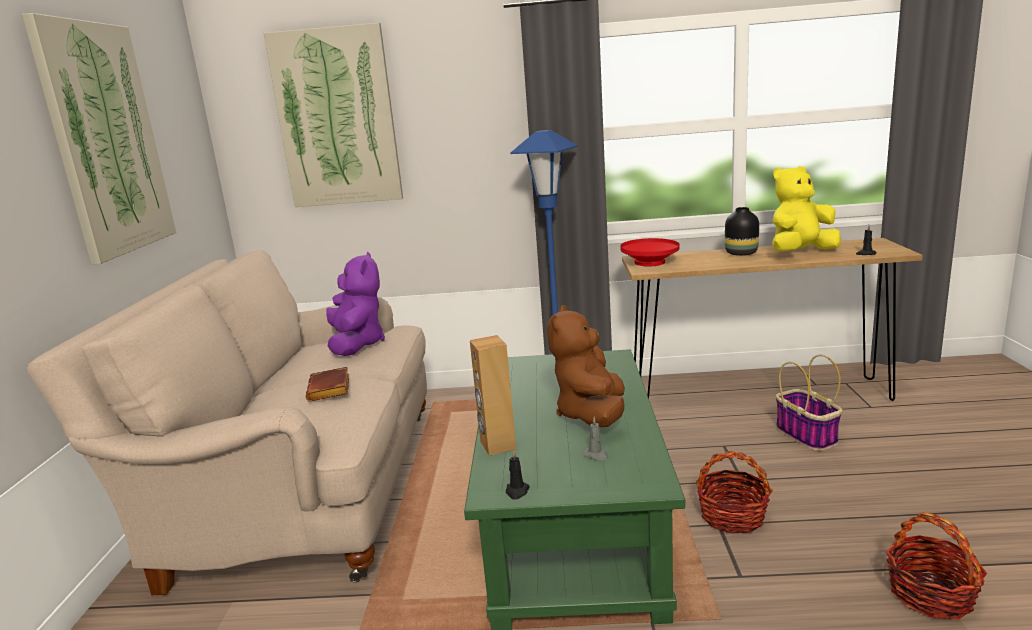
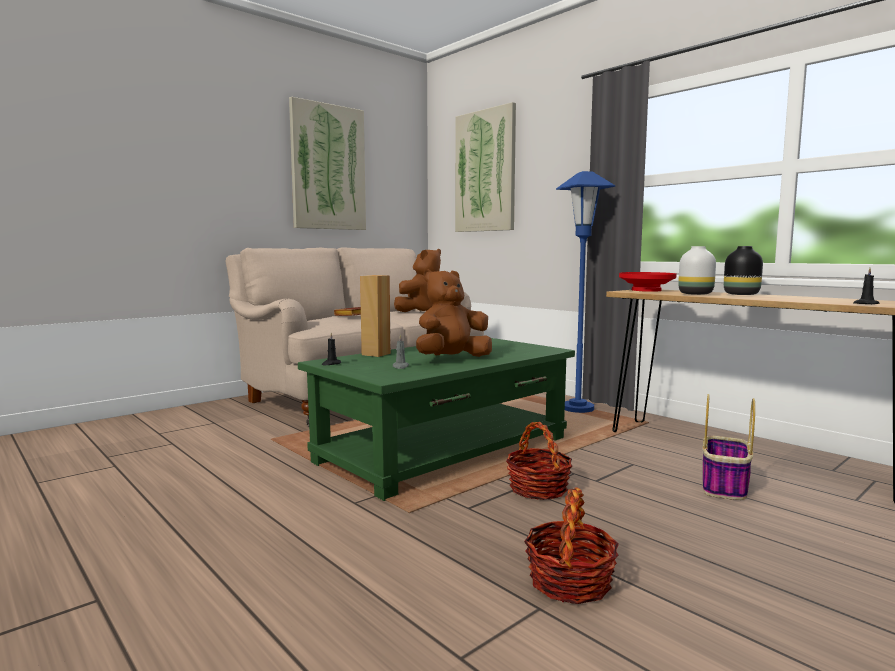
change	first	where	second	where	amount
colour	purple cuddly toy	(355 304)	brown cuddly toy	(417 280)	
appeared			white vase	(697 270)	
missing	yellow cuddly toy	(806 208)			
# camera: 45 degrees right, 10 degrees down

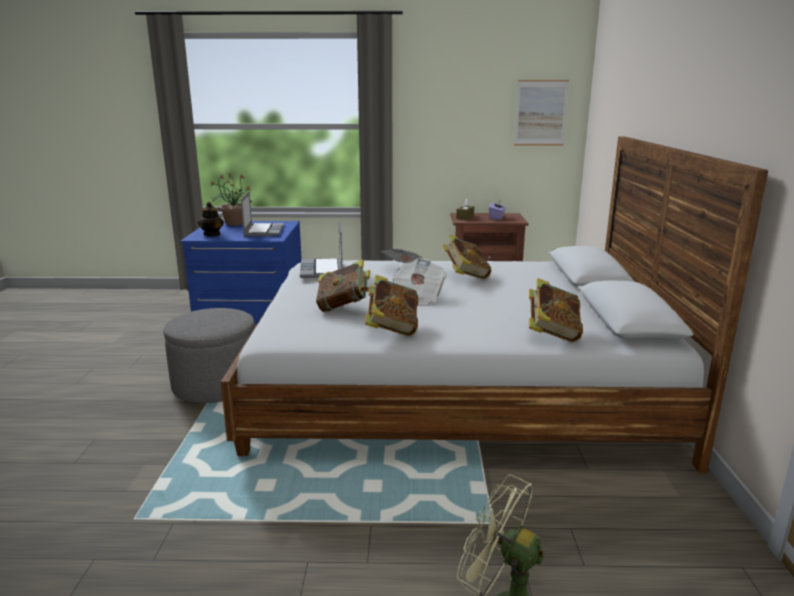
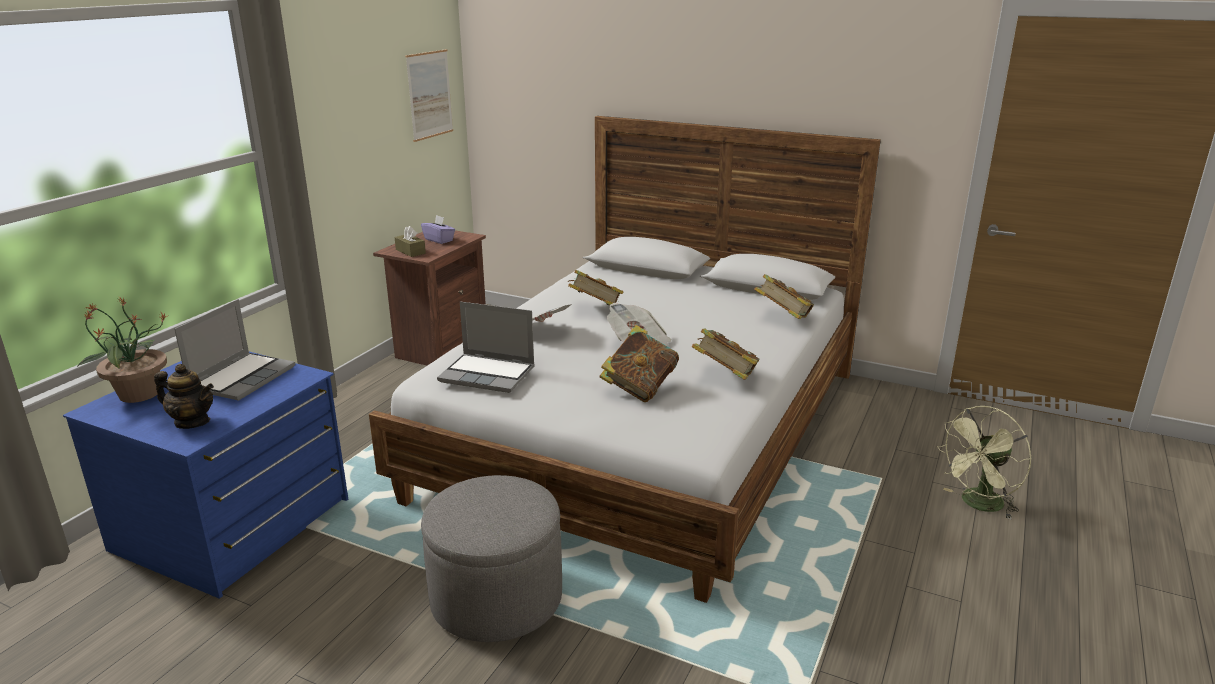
change	first	where	second	where	amount
spun	notebook computer	(262 213)		(234 350)	90 degrees clockwise
# camera: 65 degrees left, 5 degrees up

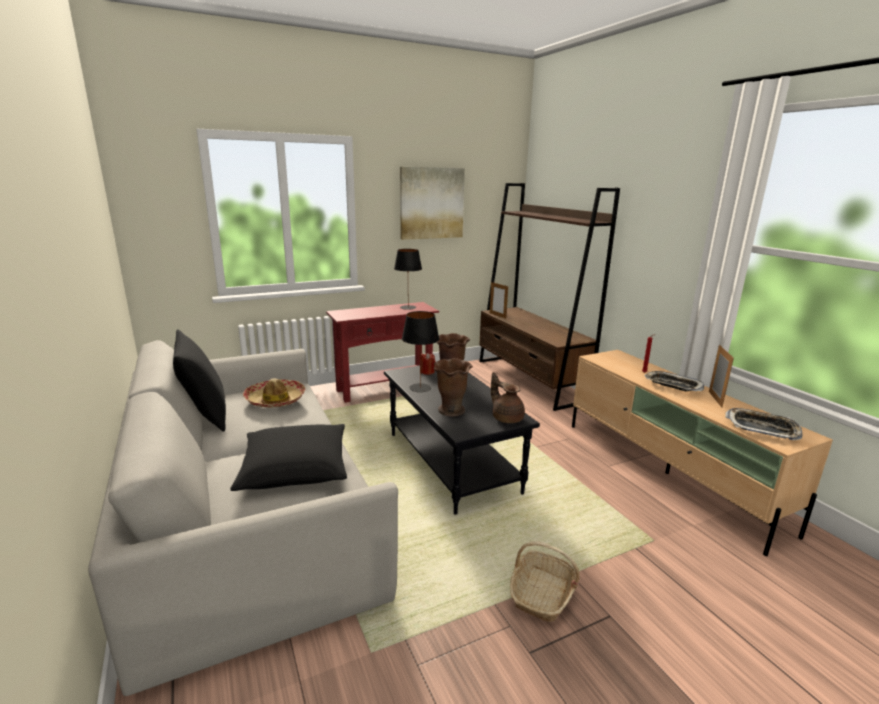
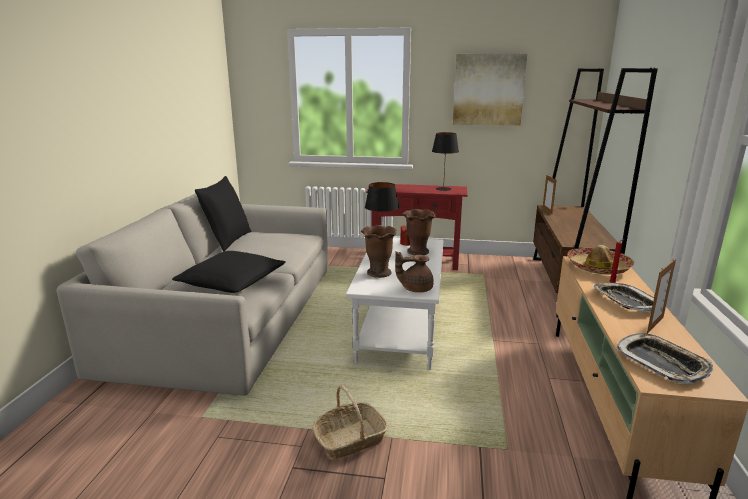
change	first	where	second	where	amount
colour	black low table	(462 440)	white low table	(394 303)	
spun	brown teapot	(508 397)		(414 271)	90 degrees counterclockwise
relocated	hat	(274 392)		(600 260)	
# camera: 35 degrees right, 0 degrees up

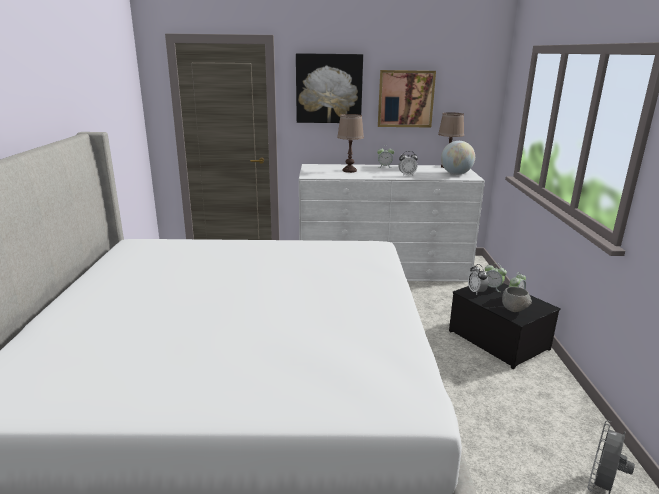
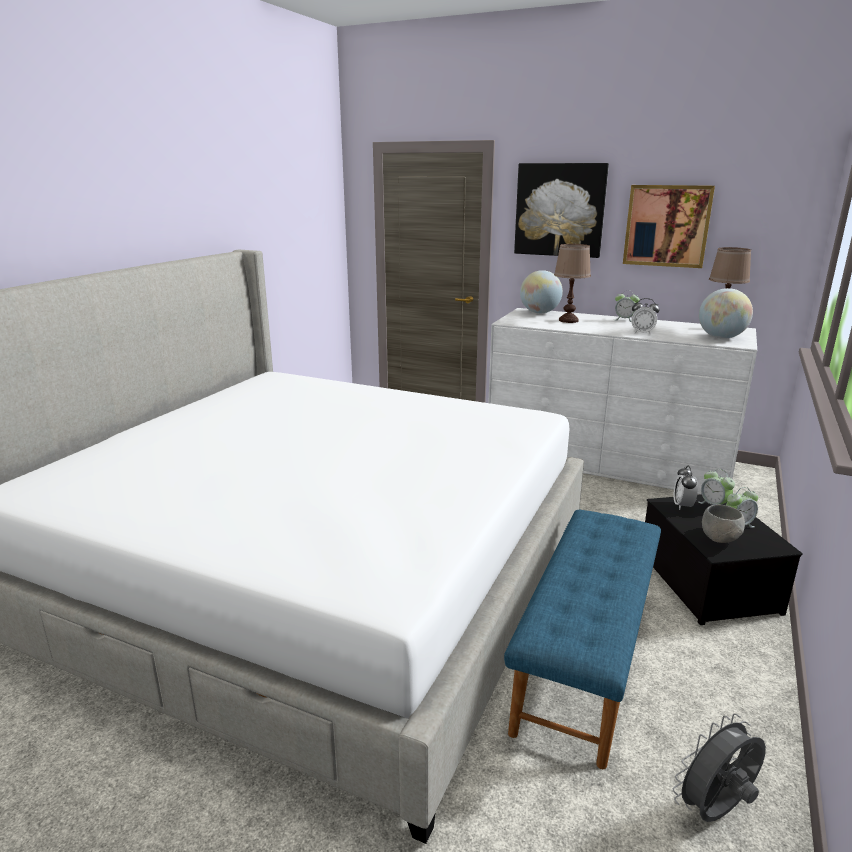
change	first	where	second	where	amount
appeared			blue long seat	(582 639)	
appeared			world globe	(541 291)	
# camera: 25 degrees right, 0 degrees up

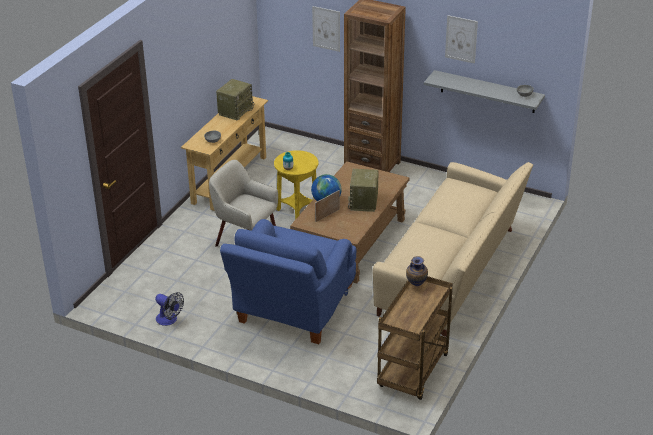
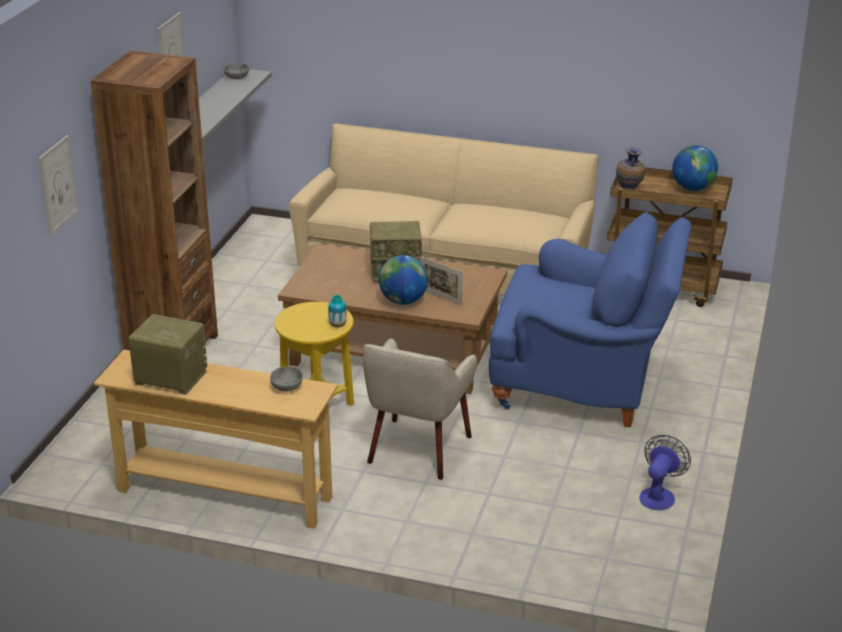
change	first	where	second	where	amount
appeared			world globe	(695 168)	
# camera: 100 degrees left, 5 degrees down

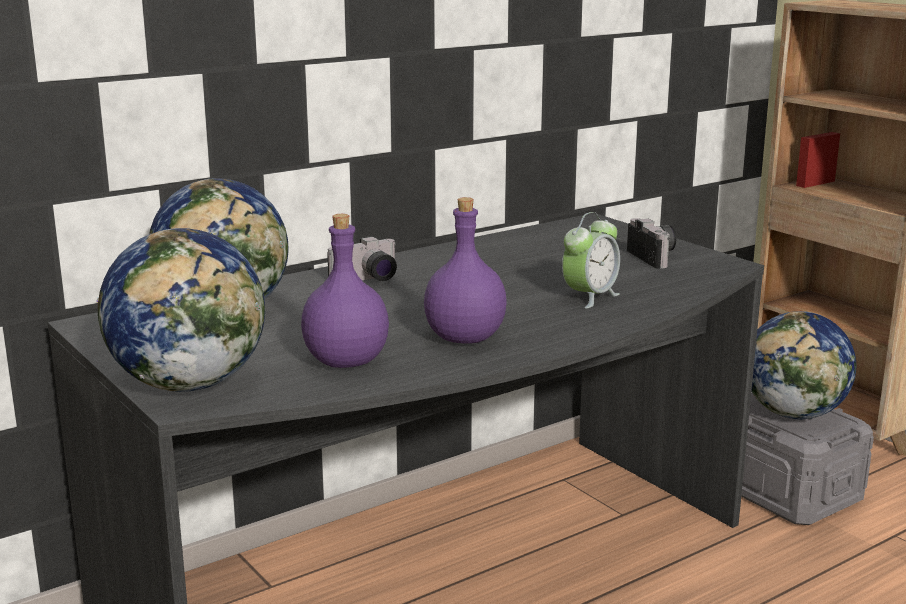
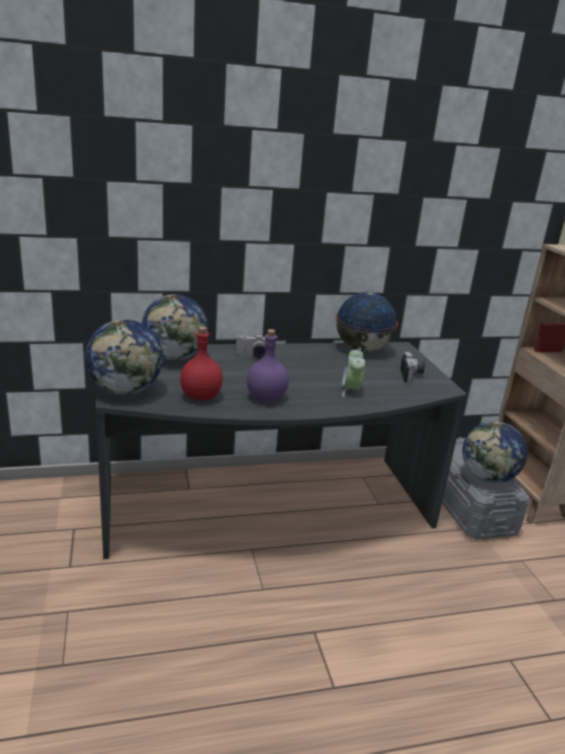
change	first	where	second	where	amount
colour	purple beverage bottle	(345 291)	red beverage bottle	(201 363)	
appeared			world globe	(366 322)	
spun	table clock	(591 260)		(353 372)	120 degrees clockwise
# camera: 20 degrees right, 5 degrees up

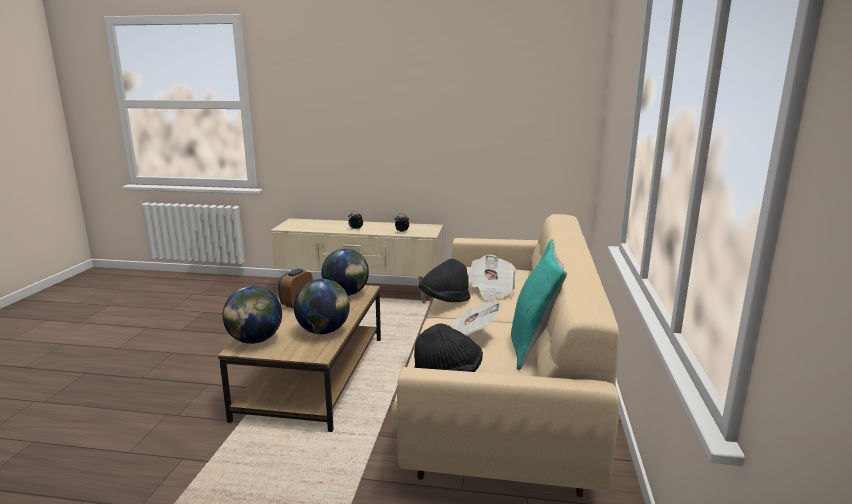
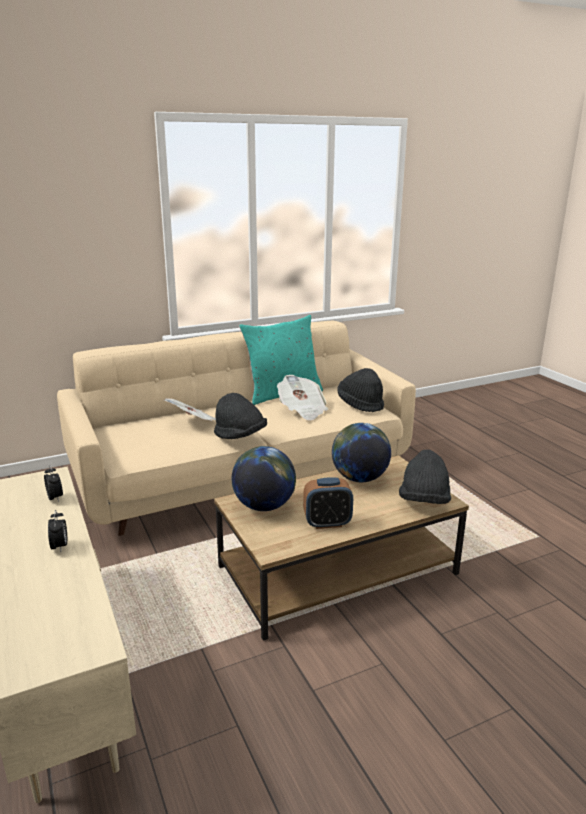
change	first	where	second	where	amount
exchanged	world globe	(252 315)	black hat	(425 476)	
# camera: 125 degrees left, 5 degrees up

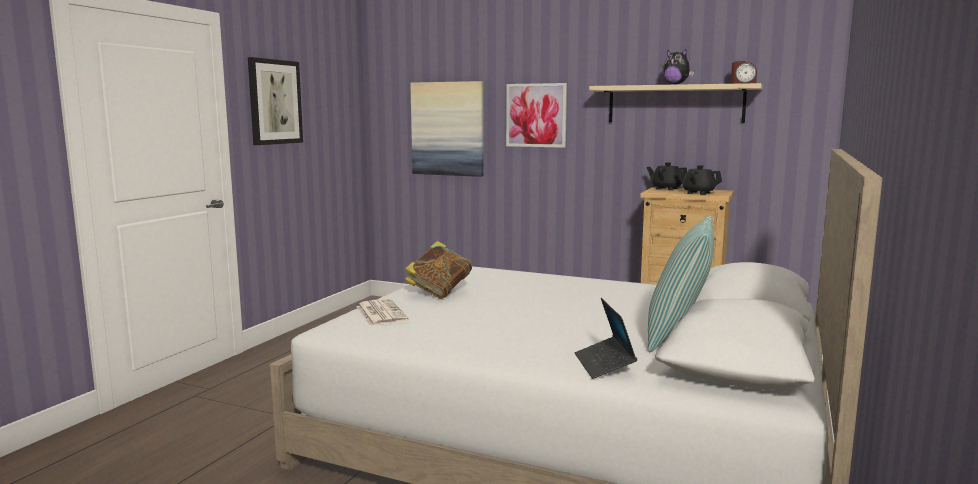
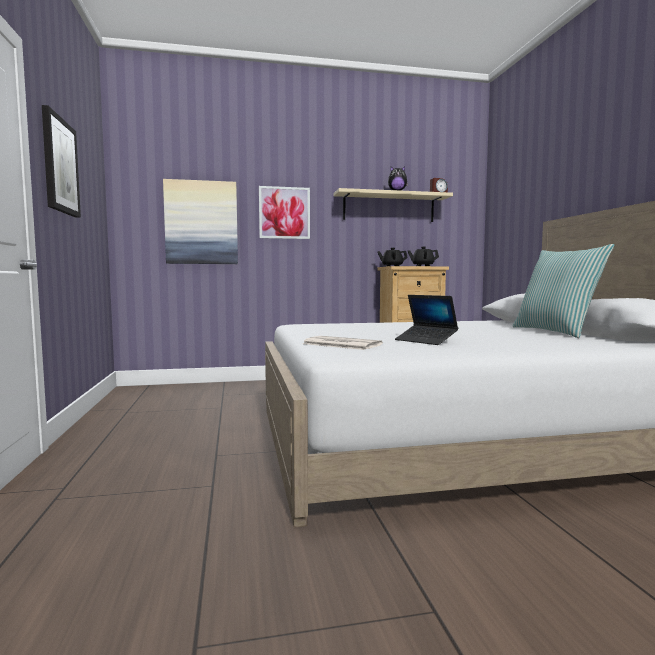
change	first	where	second	where	amount
relocated	notebook computer	(606 338)		(426 320)	
missing	volume	(438 270)			
# camera: 35 degrees left, 5 degrees down

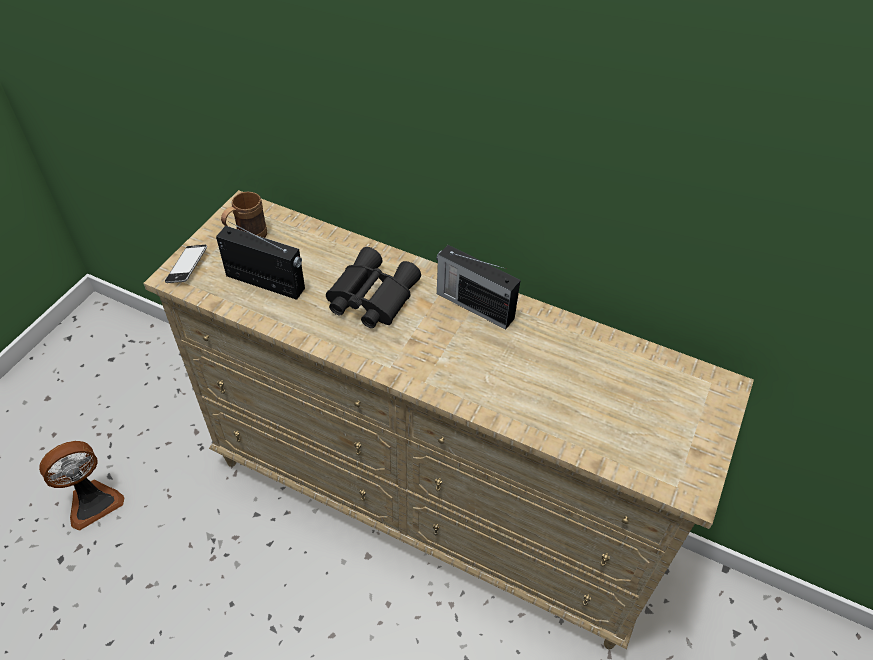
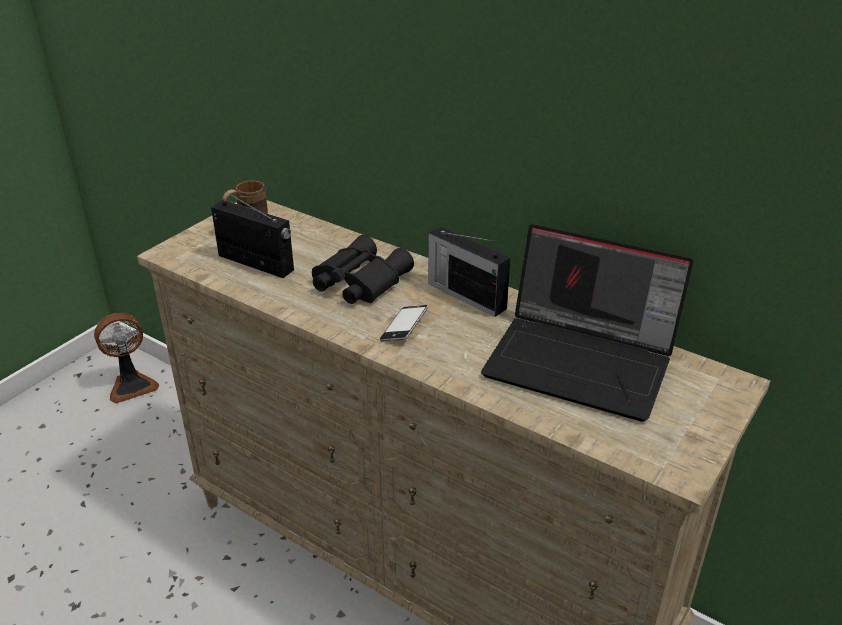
change	first	where	second	where	amount
relocated	electric fan	(81 486)		(126 358)	
relocated	phone	(186 264)		(404 323)	
appeared			notebook computer	(587 323)	
# camera: 10 degrees right, 15 degrees down

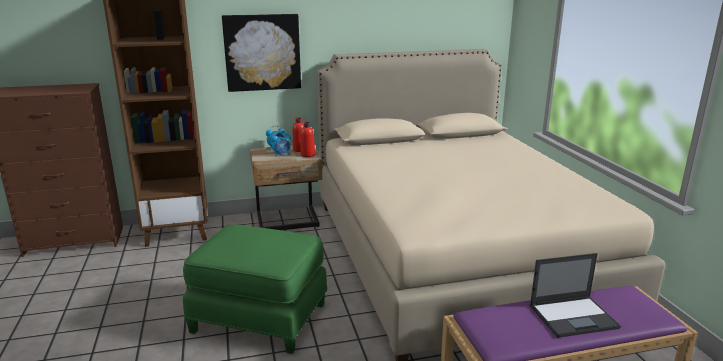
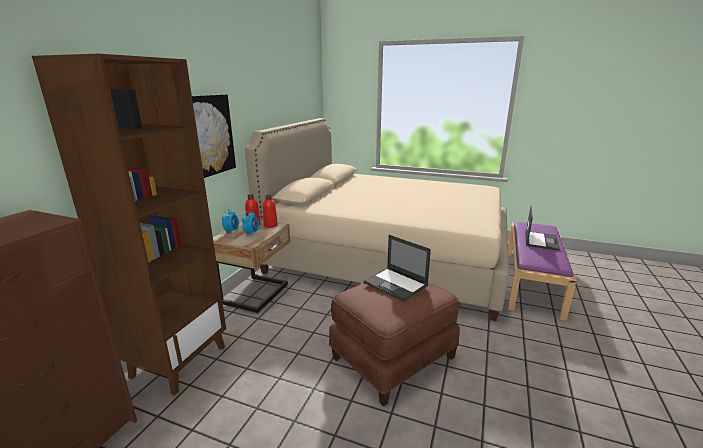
change	first	where	second	where	amount
colour	greenish pouffe	(255 289)	brown pouffe	(394 343)	
appeared			notebook computer	(397 268)	
# camera: 55 degrees left, 0 degrees up

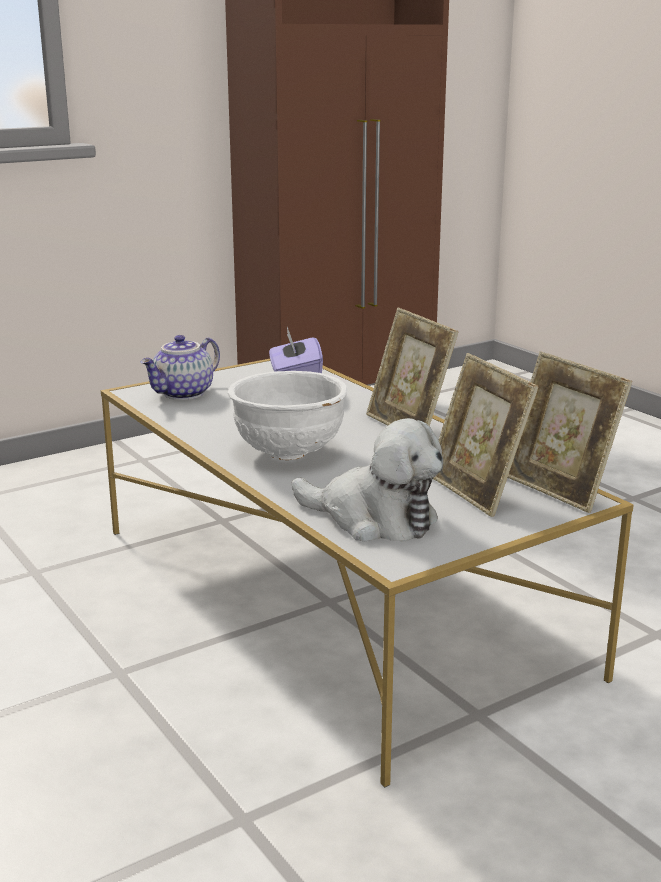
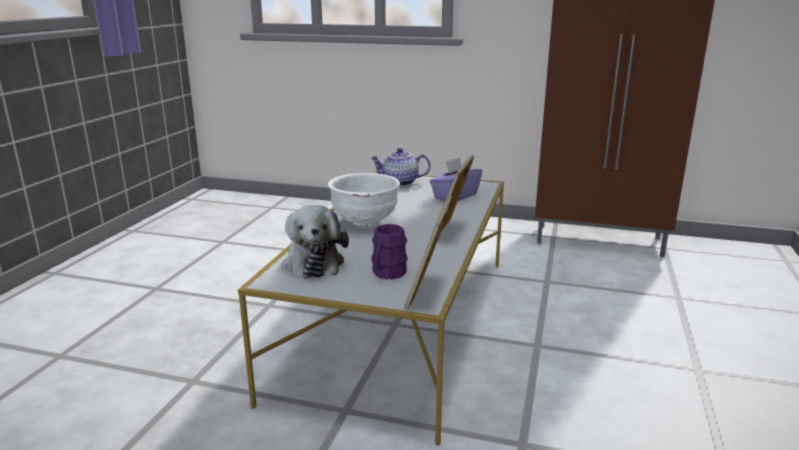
change	first	where	second	where	amount
exchanged	standing frame	(486 435)	purple mug	(389 252)	
# camera: 50 degrees right, 0 degrees up

